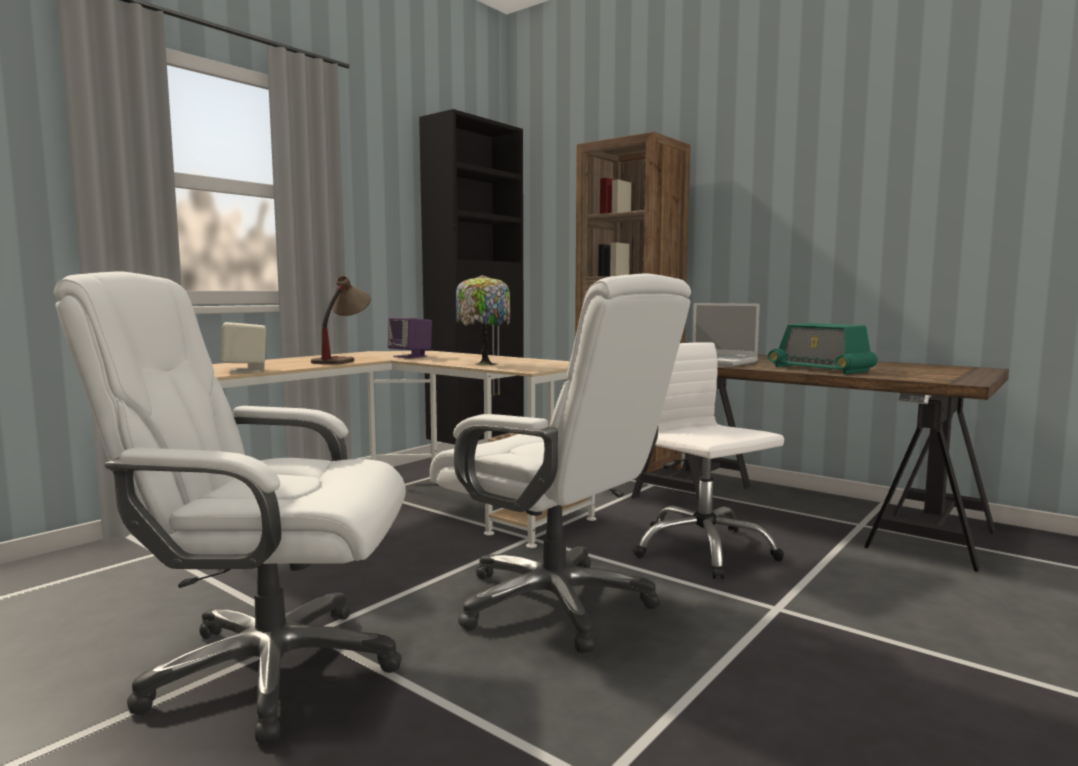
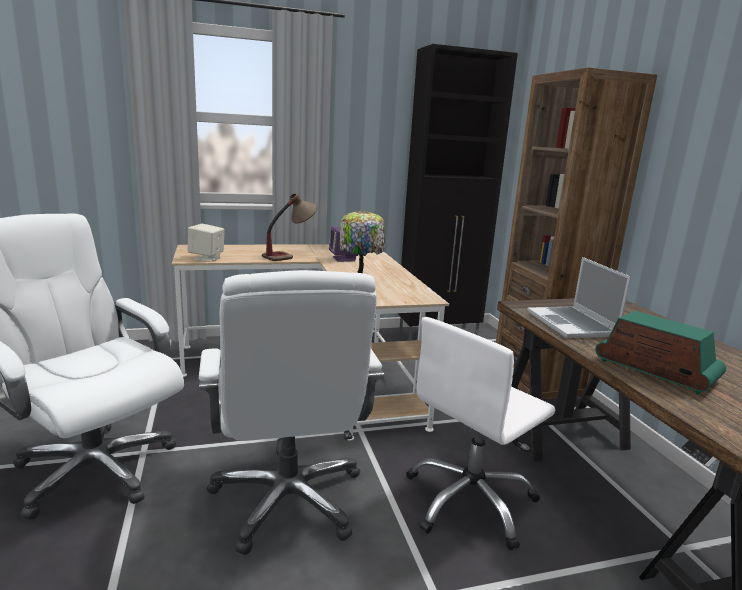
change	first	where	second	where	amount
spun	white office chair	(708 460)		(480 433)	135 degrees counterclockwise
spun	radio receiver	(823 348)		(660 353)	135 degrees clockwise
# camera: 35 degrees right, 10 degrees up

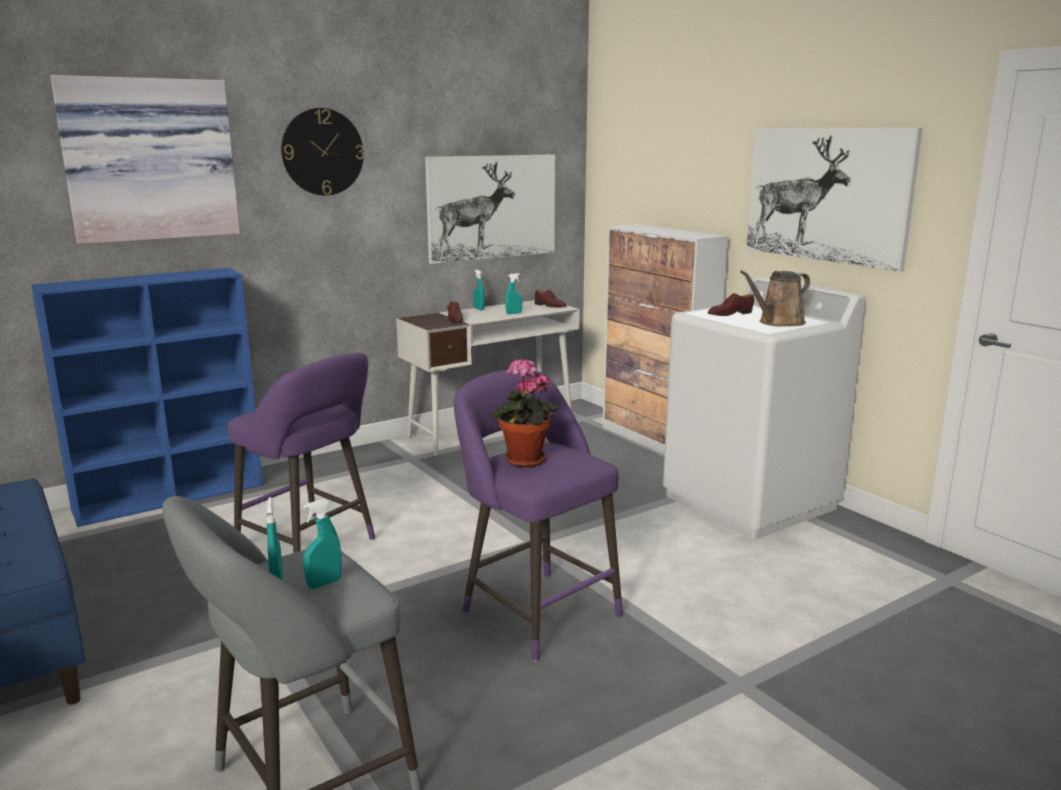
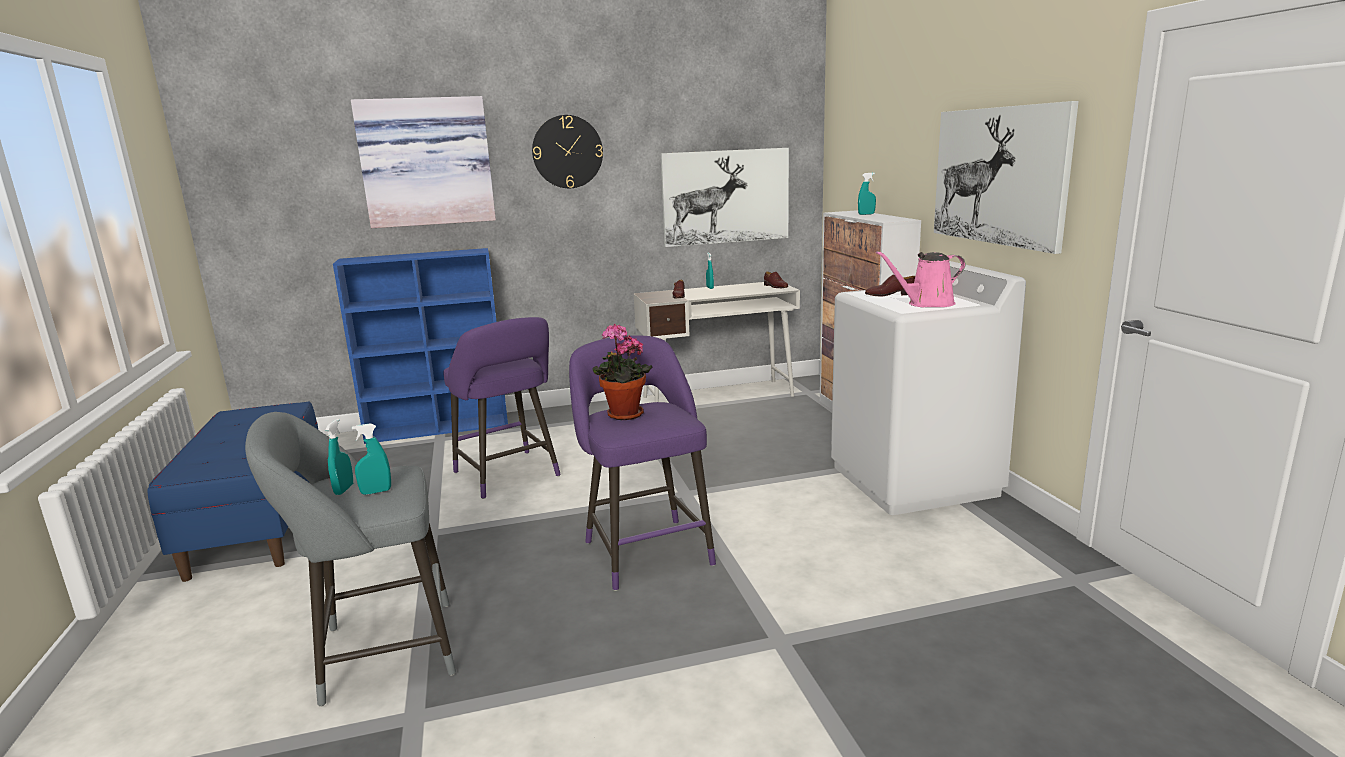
change	first	where	second	where	amount
relocated	turquoise spray bottle	(513 293)		(867 194)	
colour	brown watering can	(775 298)	pinkish watering can	(920 279)	
# camera: 20 degrees right, 0 degrees up

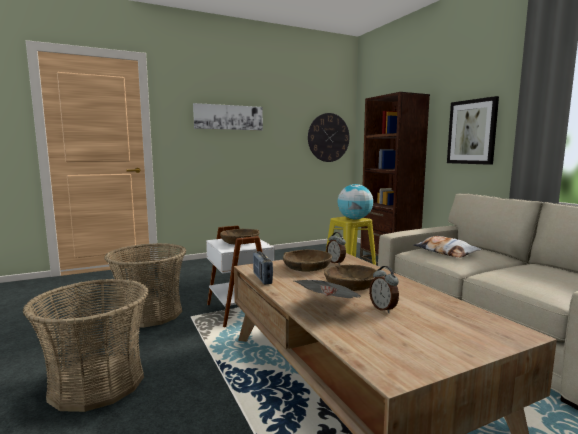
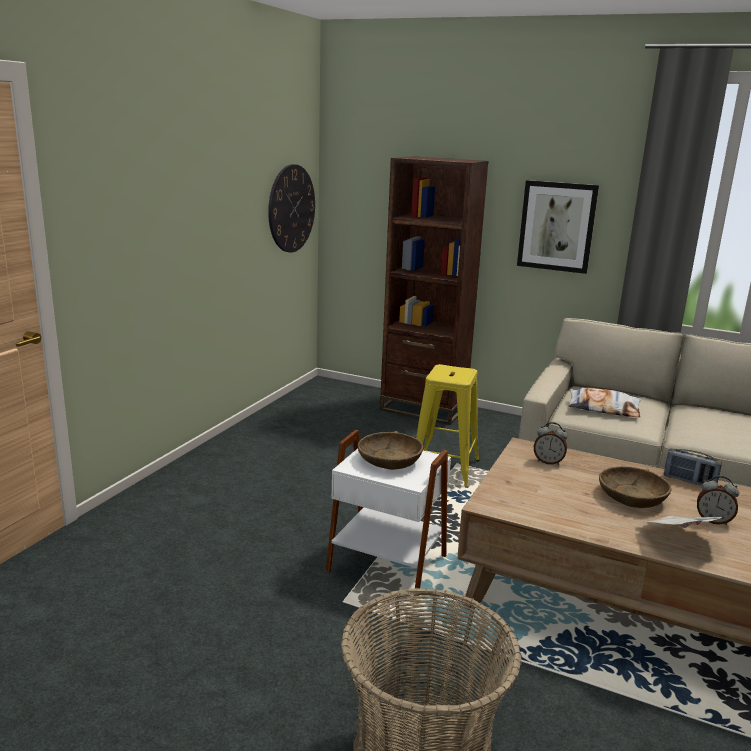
change	first	where	second	where	amount
relocated	radio receiver	(263 267)		(693 467)	
missing	household basket	(145 285)			
missing	wall picture	(228 116)			
missing	brown bowl	(307 261)			
missing	world globe	(355 201)			
# camera: 40 degrees left, 10 degrees up

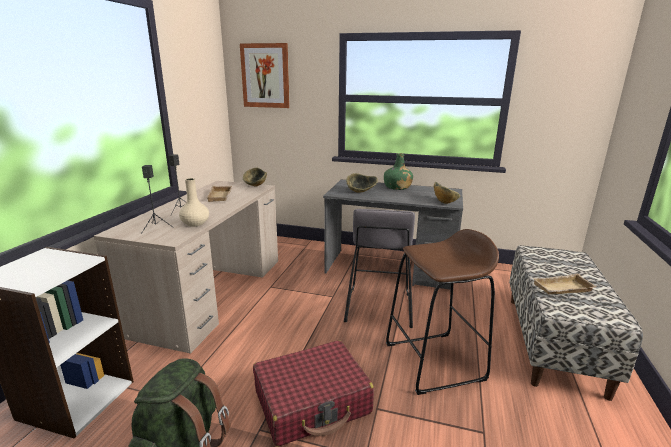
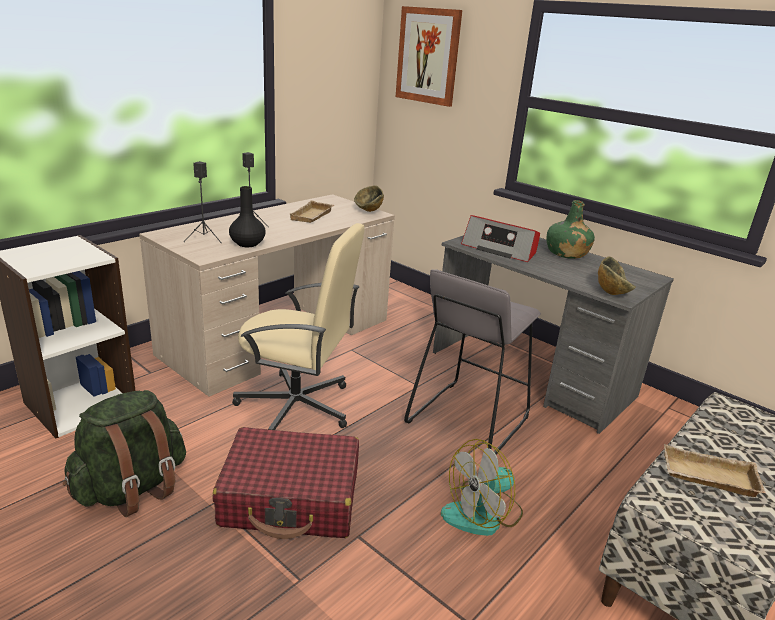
change	first	where	second	where	amount
colour	sand-coloured vase	(194 202)	black vase	(247 216)	
appeared			sand-coloured office chair	(298 326)	
exchanged	brown sitting stool	(442 312)	electric fan	(482 487)	
exchanged	bowl	(362 183)	radio receiver	(500 238)	
# camera: 25 degrees right, 5 degrees up

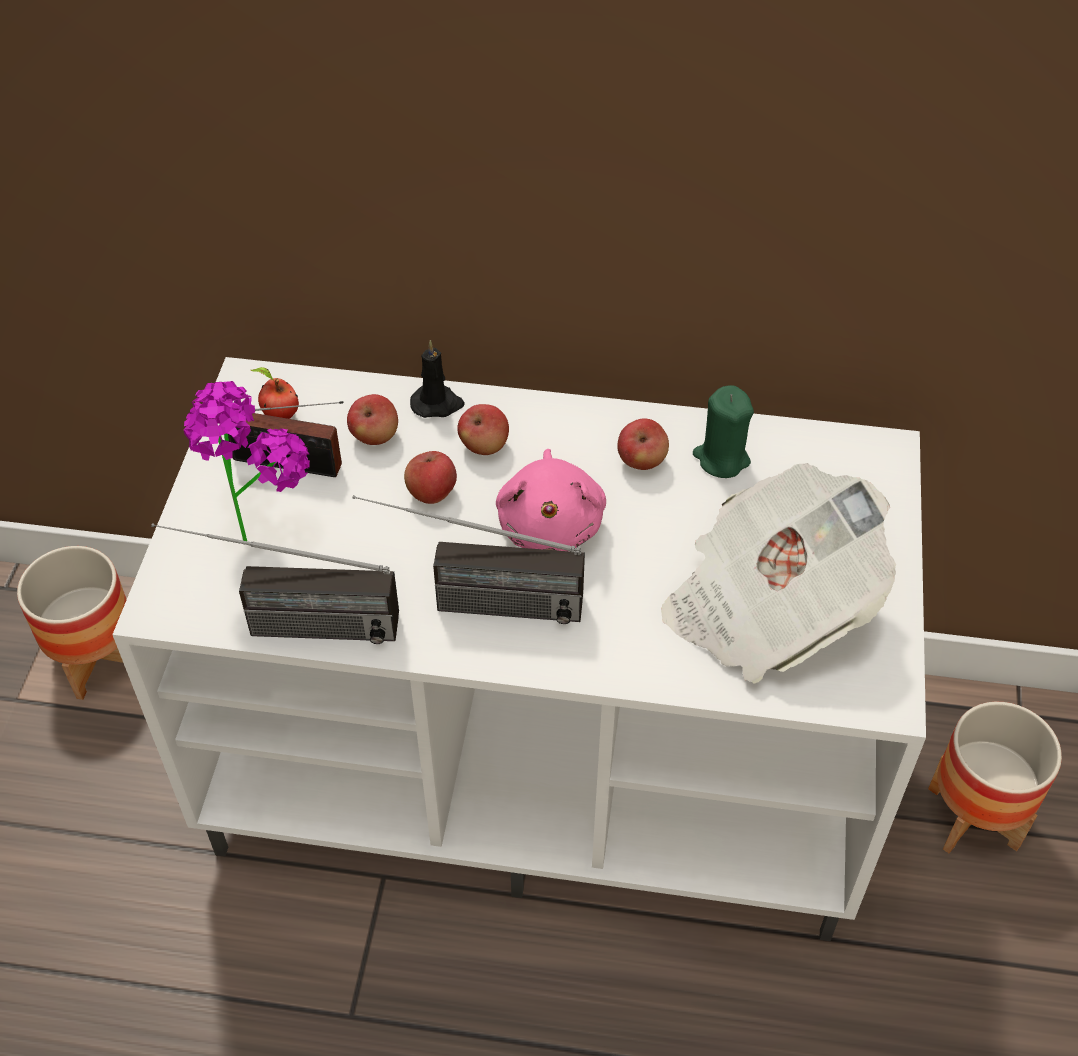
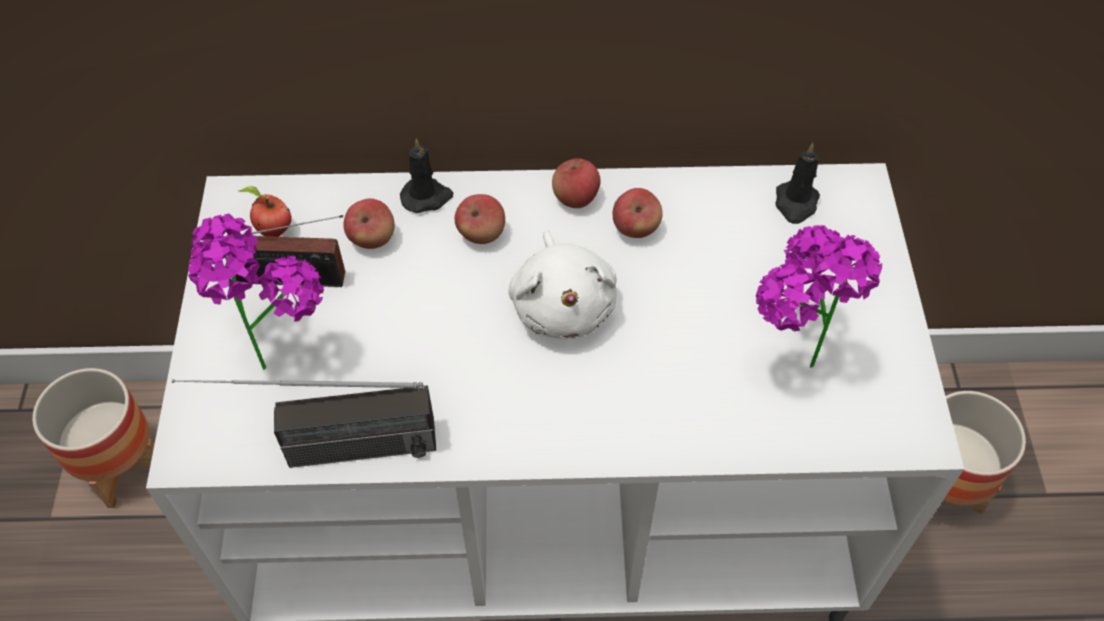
change	first	where	second	where	amount
colour	pinkish cuddly toy	(551 500)	white cuddly toy	(562 284)	
relocated	whole apple	(430 477)		(576 183)	
exchanged	newspaper	(778 573)	potted plant	(819 296)	
appeared			black candle	(798 183)	
missing	radio receiver	(468 559)			
missing	greenish candle	(723 431)			
# camera: 10 degrees left, 5 degrees up

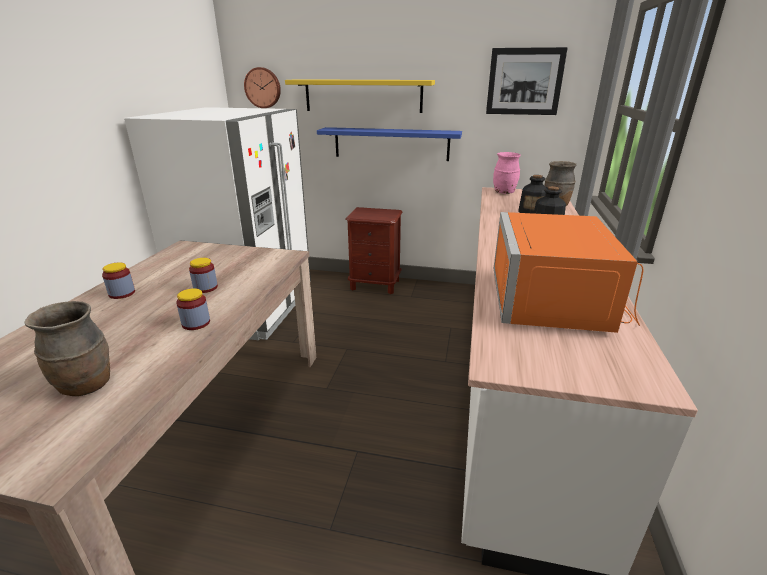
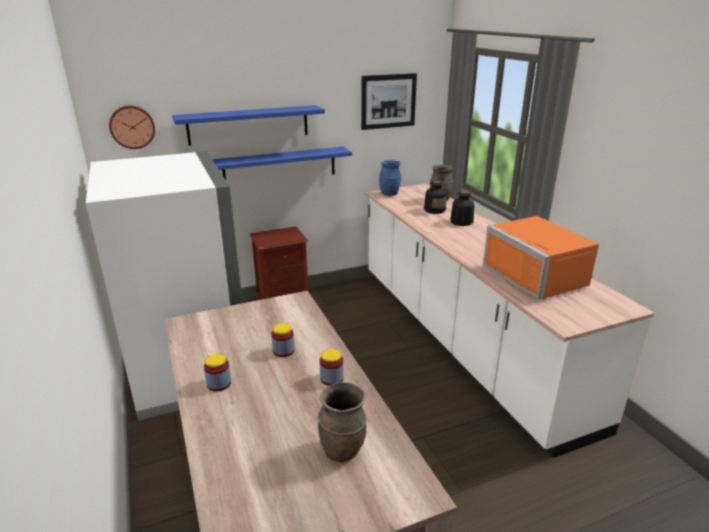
change	first	where	second	where	amount
colour	yellow wall shelf	(360 96)	blue wall shelf	(248 125)	
colour	pinkish vase	(507 173)	blue vase	(390 178)	
# camera: 35 degrees left, 0 degrees up

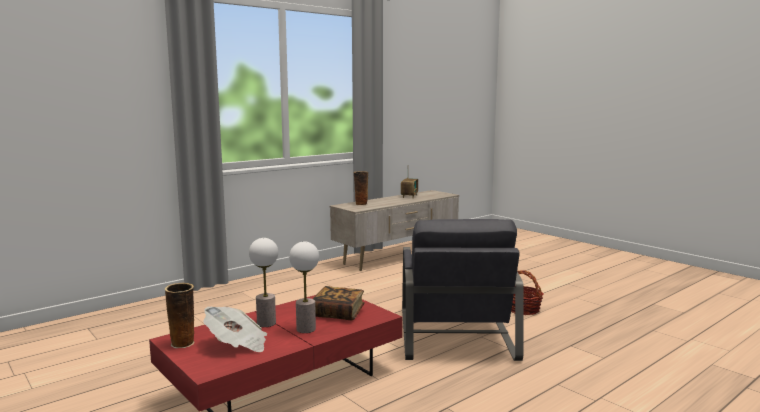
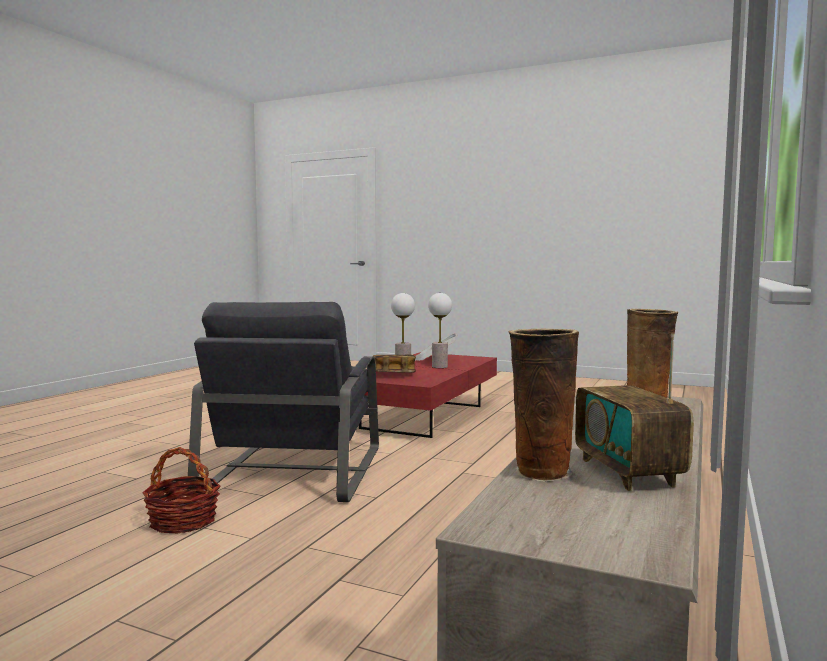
change	first	where	second	where	amount
spun	grey lounge chair	(462 290)		(283 402)	150 degrees counterclockwise
relocated	vase	(180 315)		(544 405)	
# camera: 155 degrees right, 5 degrees down

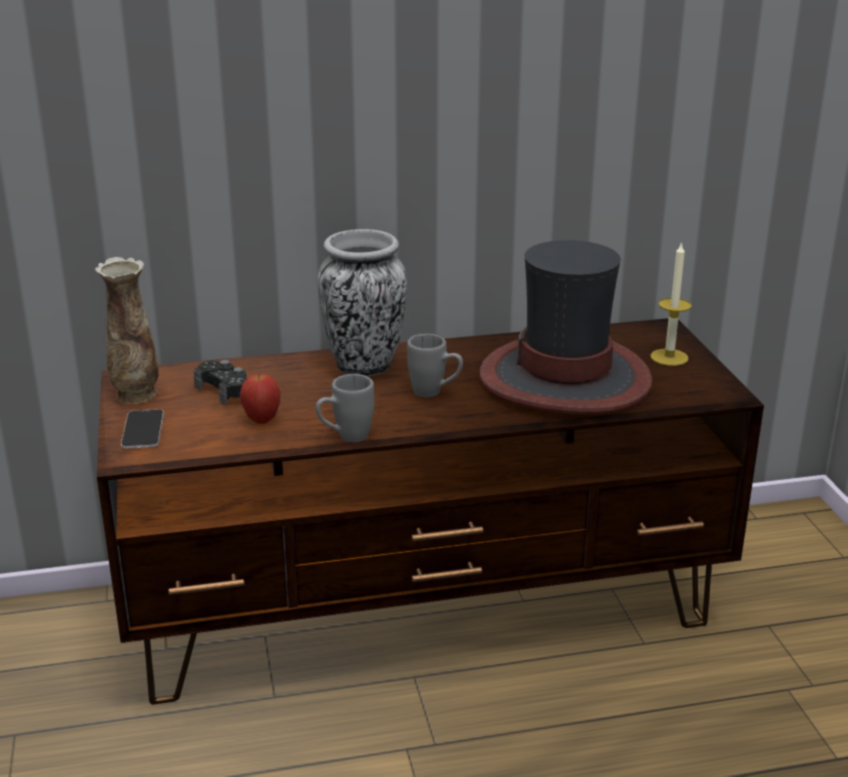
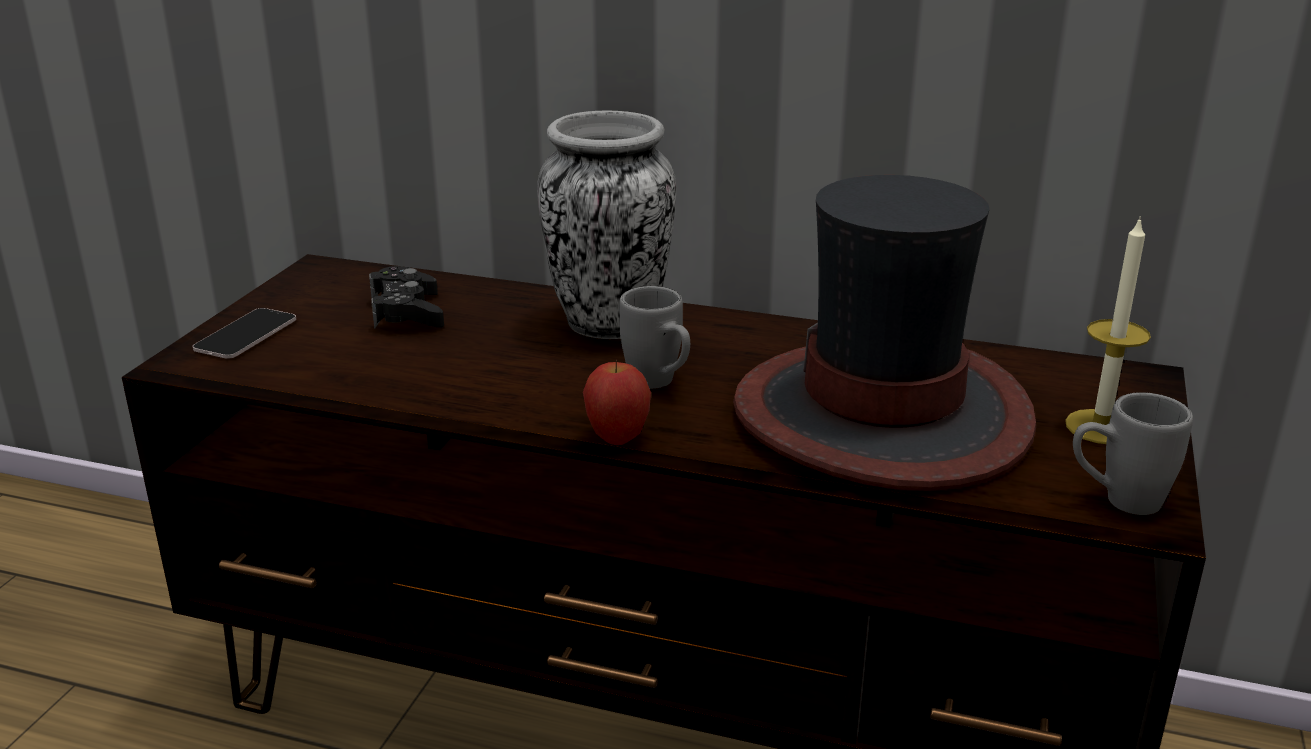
change	first	where	second	where	amount
relocated	whole apple	(260 399)		(617 402)	
relocated	grey mug	(345 408)		(1133 453)	
missing	vase	(127 330)			
# camera: 30 degrees right, 0 degrees up

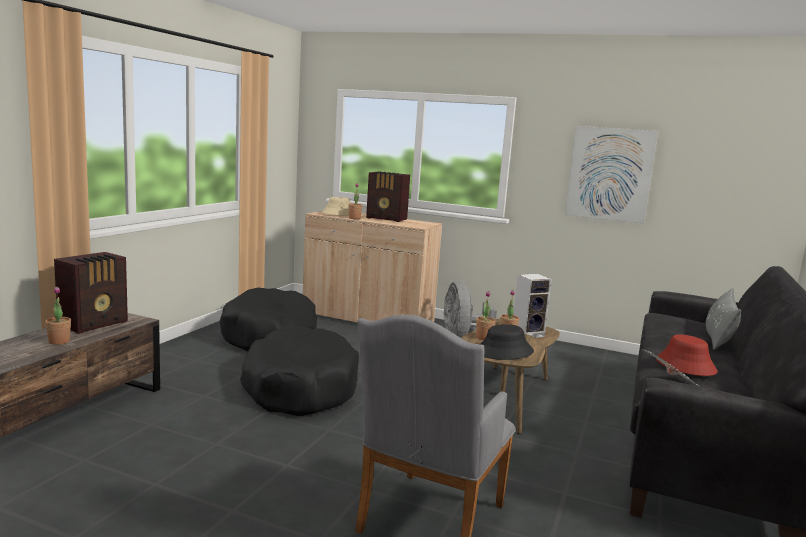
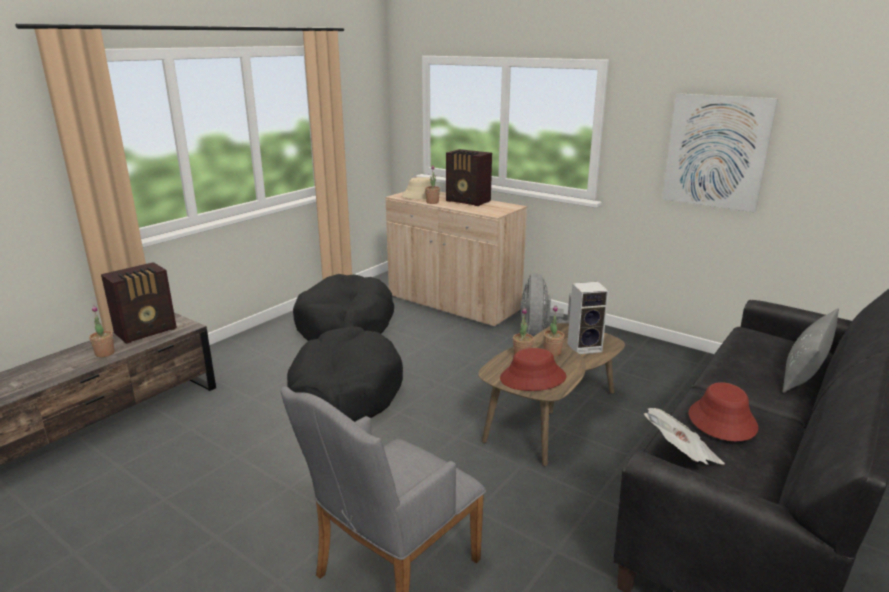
change	first	where	second	where	amount
colour	black hat	(507 342)	red hat	(533 369)	
# camera: 15 degrees right, 10 degrees up

